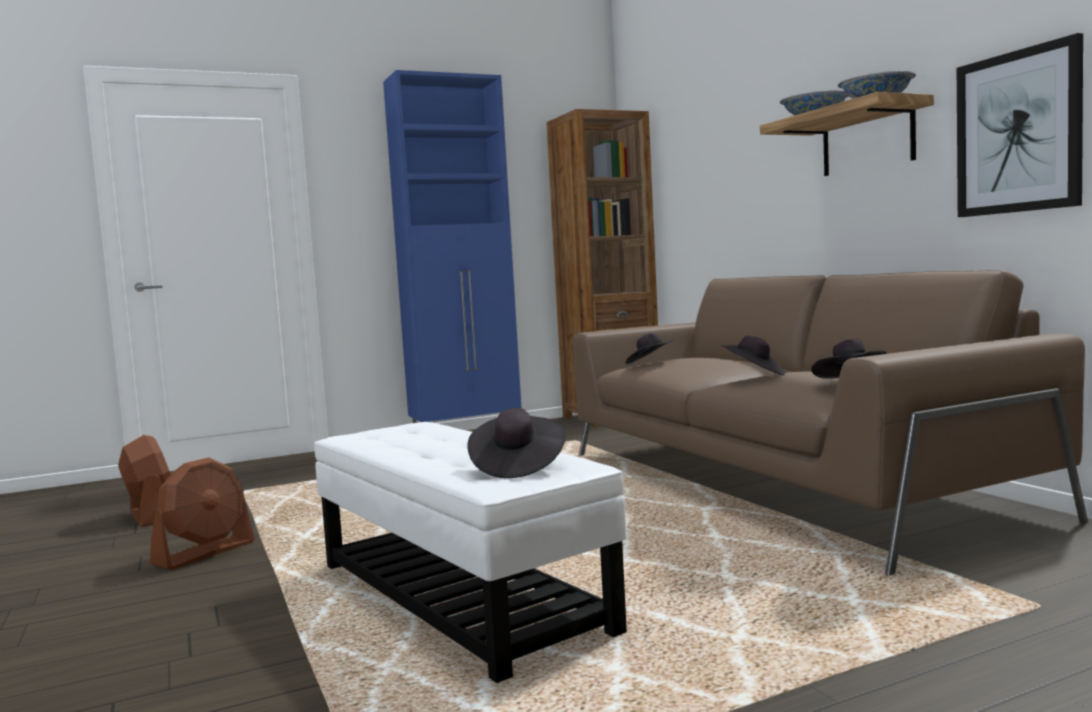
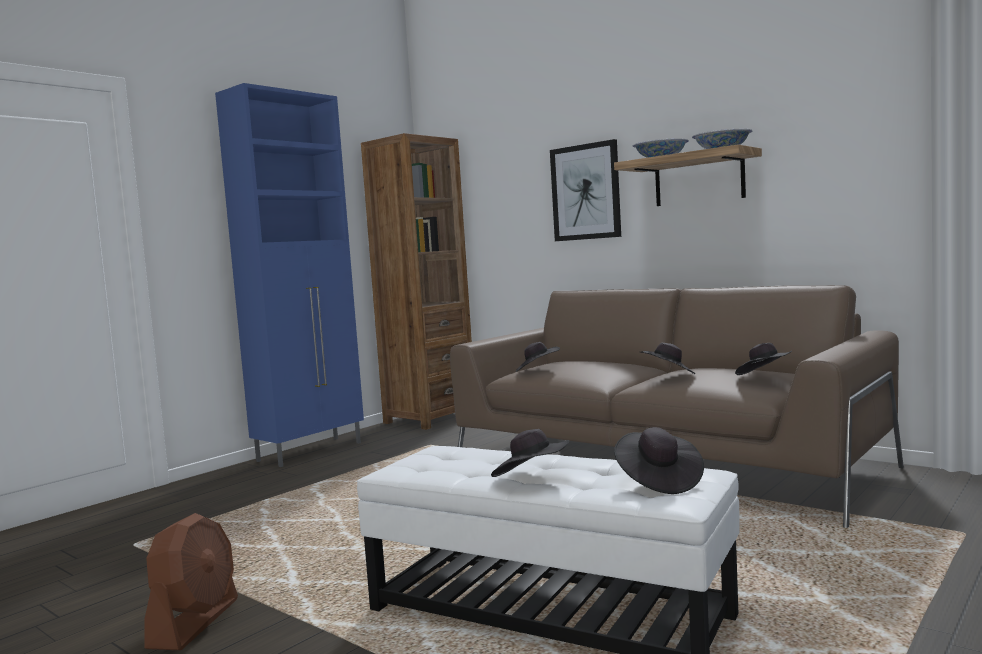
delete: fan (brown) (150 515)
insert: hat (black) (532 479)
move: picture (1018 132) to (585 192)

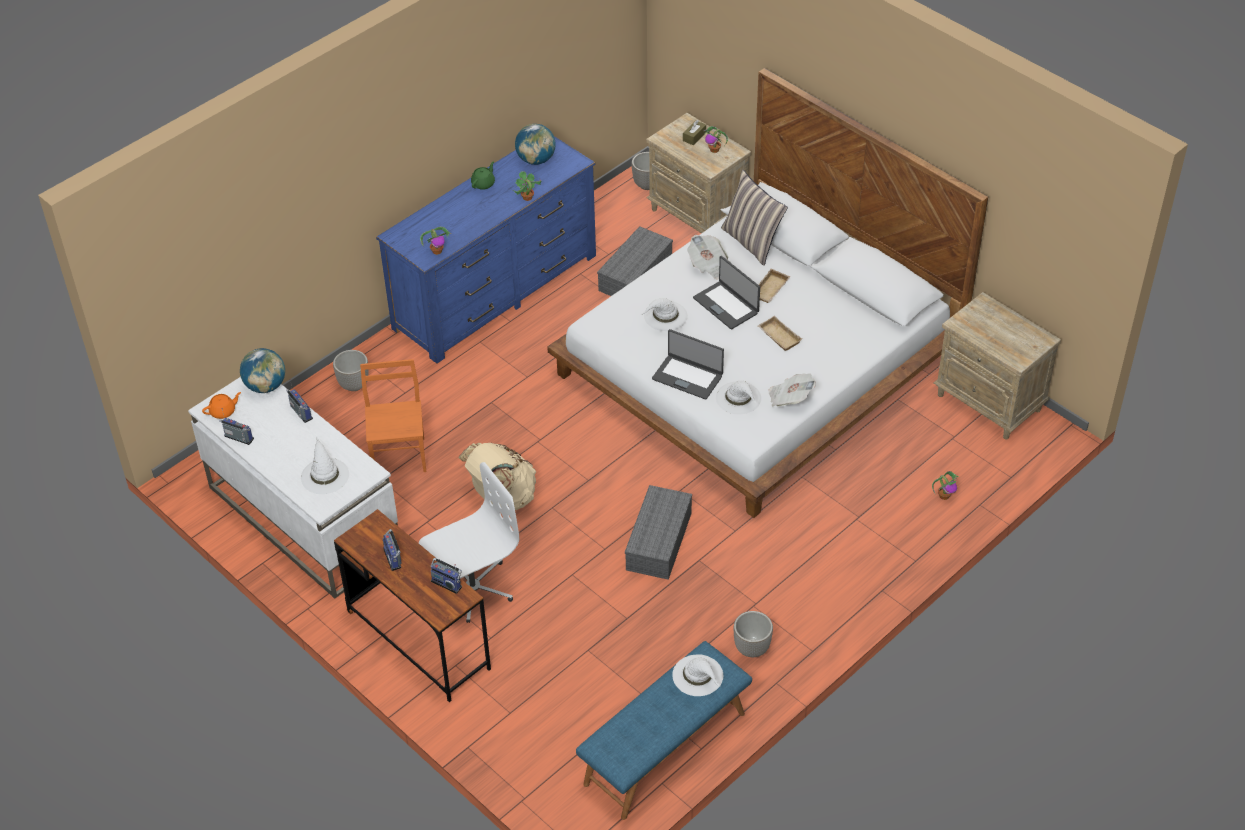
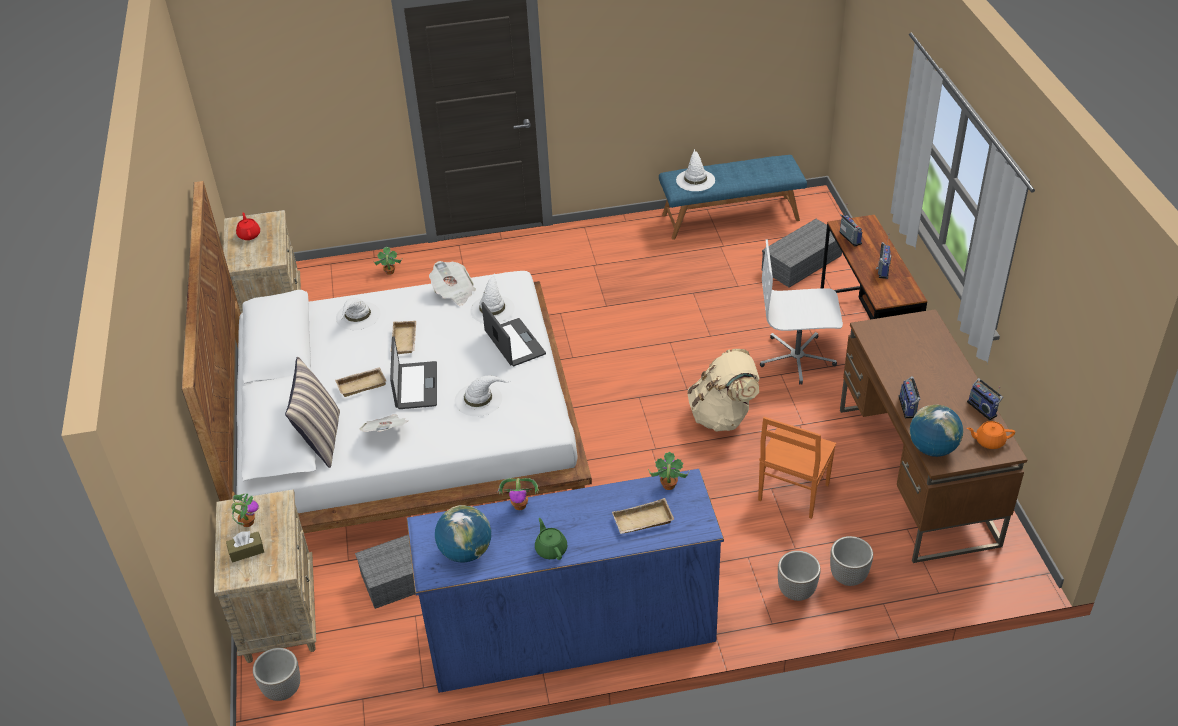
insert: teapot (red) (249 235); tray (beige) (642 522)
move: hat (white) (324 475) to (358 316); storage box (grey) (659 542) to (801 262); planter (752 648) to (848 577)
recolor: desk (white) (303 518) to desk (brown) (916 476)
rotate: teapot (green) (483 183) = (551 549) 90 degrees clockwise

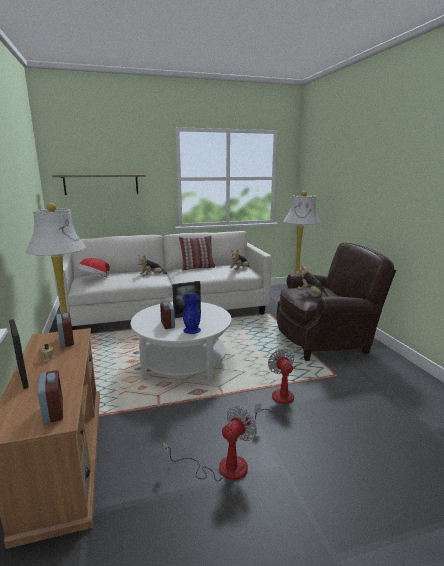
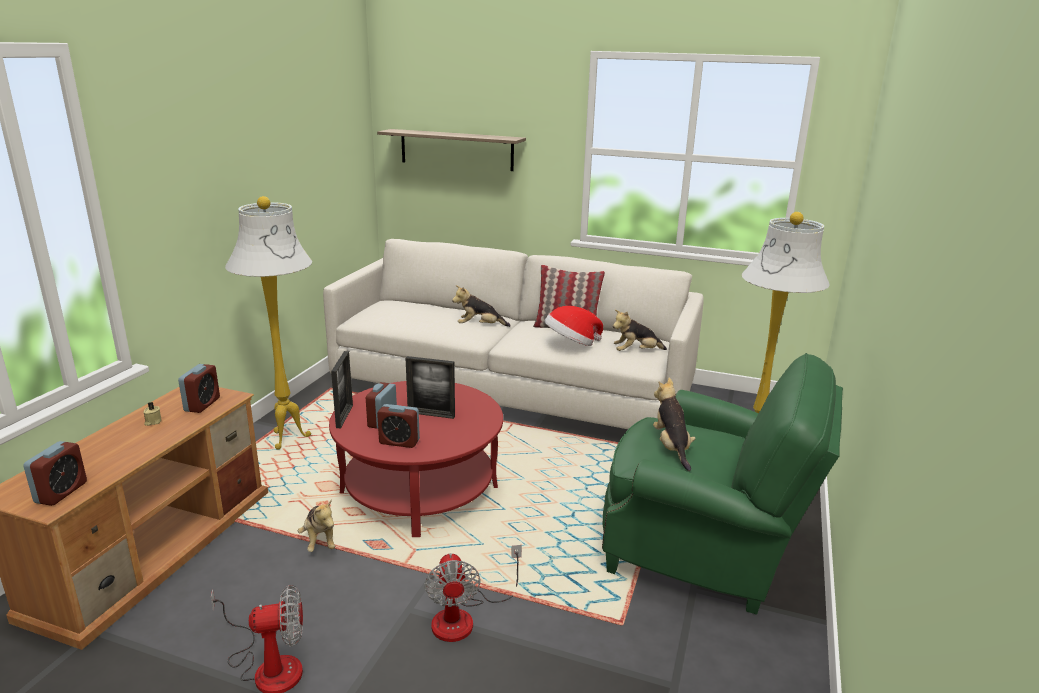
insert: plush toy (320 541)
move: hat (94 279) to (571 344); picture frame (23 377) to (344 416)
replace: vase (blue) (192 330) to alarm clock (399 442)
recolor: armchair (brown) (325 340) to armchair (green) (705 550); coffee table (white) (183 362) to coffee table (red) (420 489)
rotate: fan (278 401) = (464 617) 150 degrees clockwise

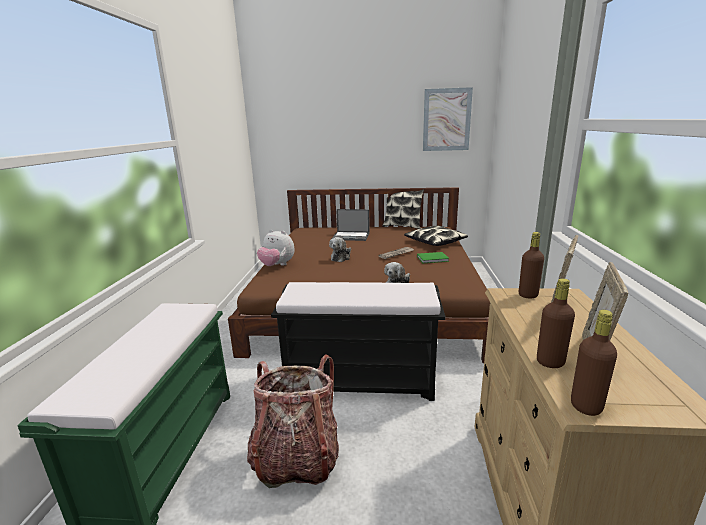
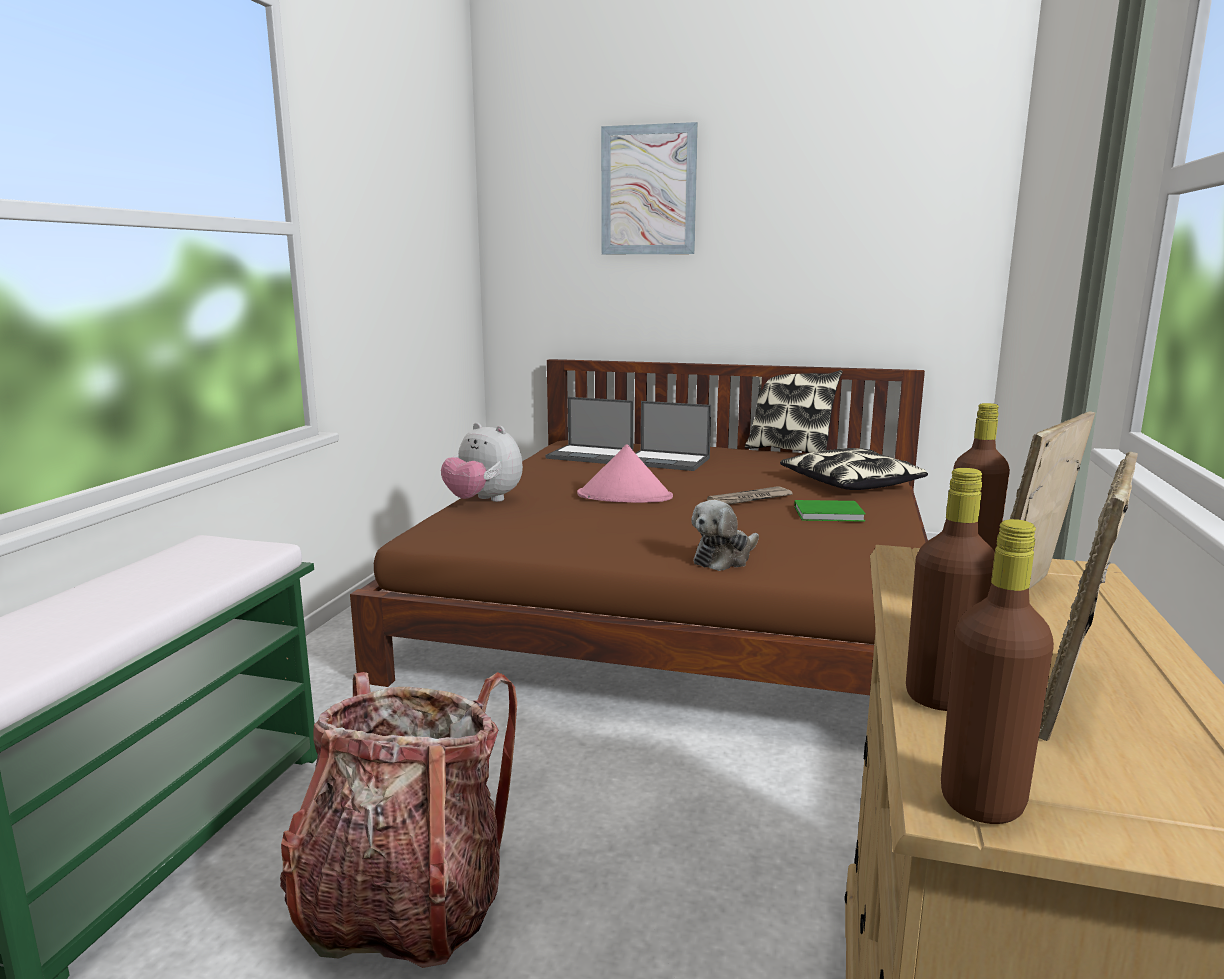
delete: bench (black) (361 381)
insert: laptop (591 455)
move: picture (446 120) to (648 190)
replace: plush toy (341 257) to hat (pink) (625 497)

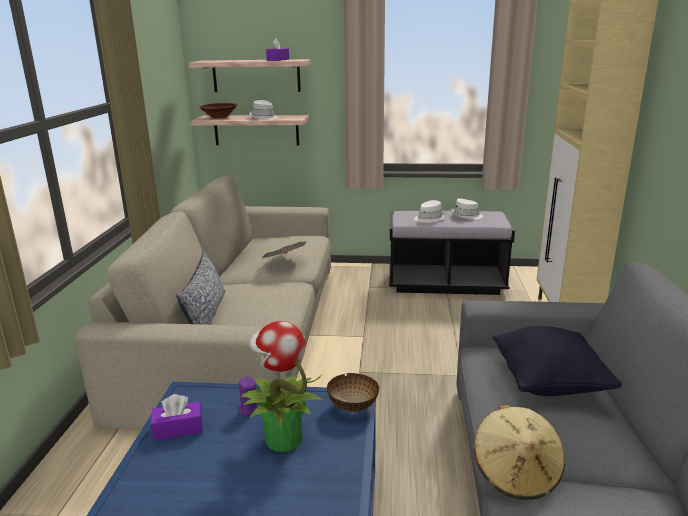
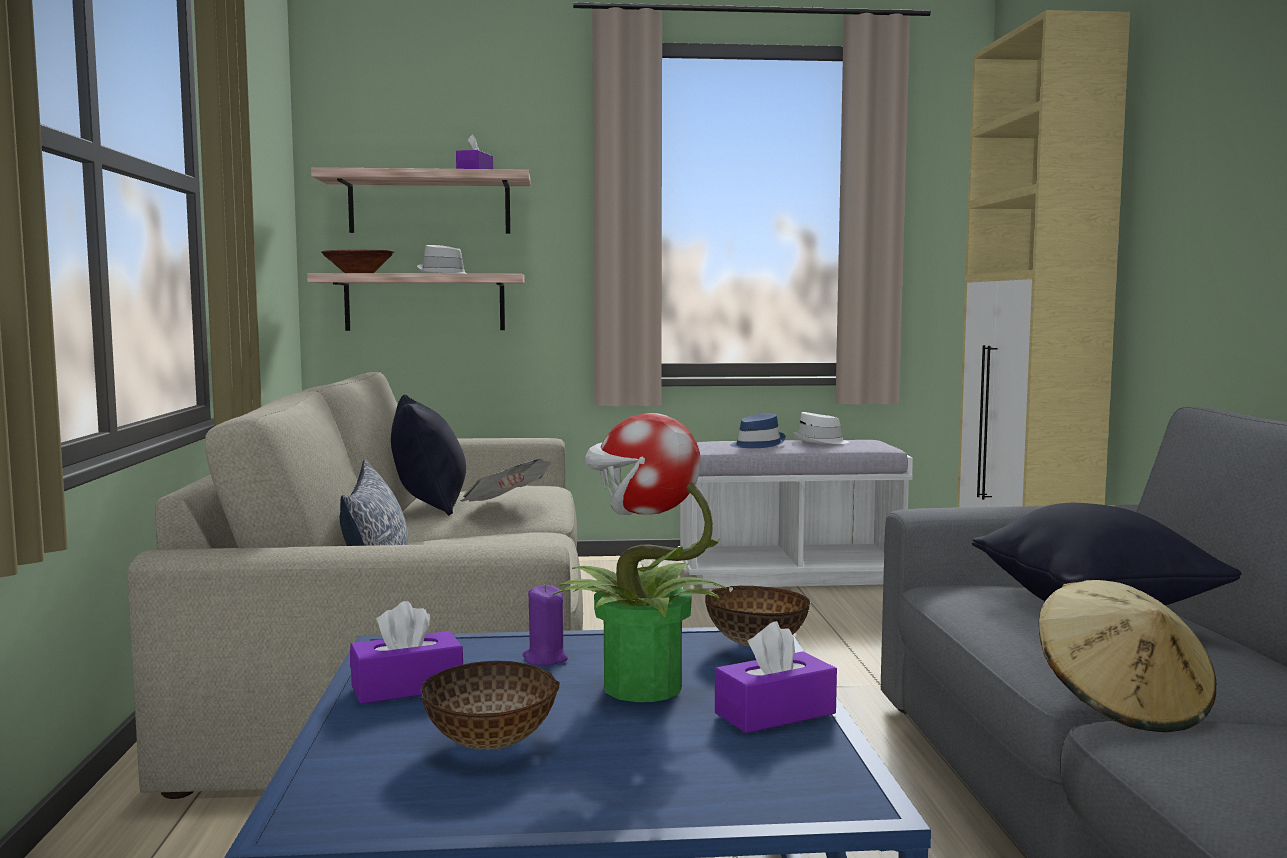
insert: pillow (black) (429 505); tissue box (purple) (775 713); bowl (489 745)
recolor: hat (white) (429 218) to hat (blue) (756 444); bench (black) (446 284) to bench (white) (788 575)

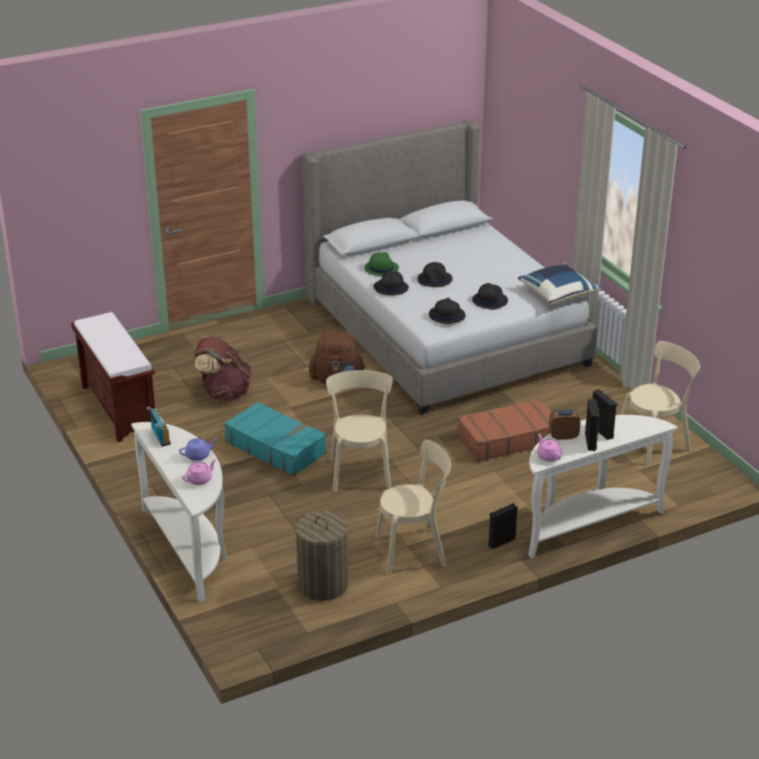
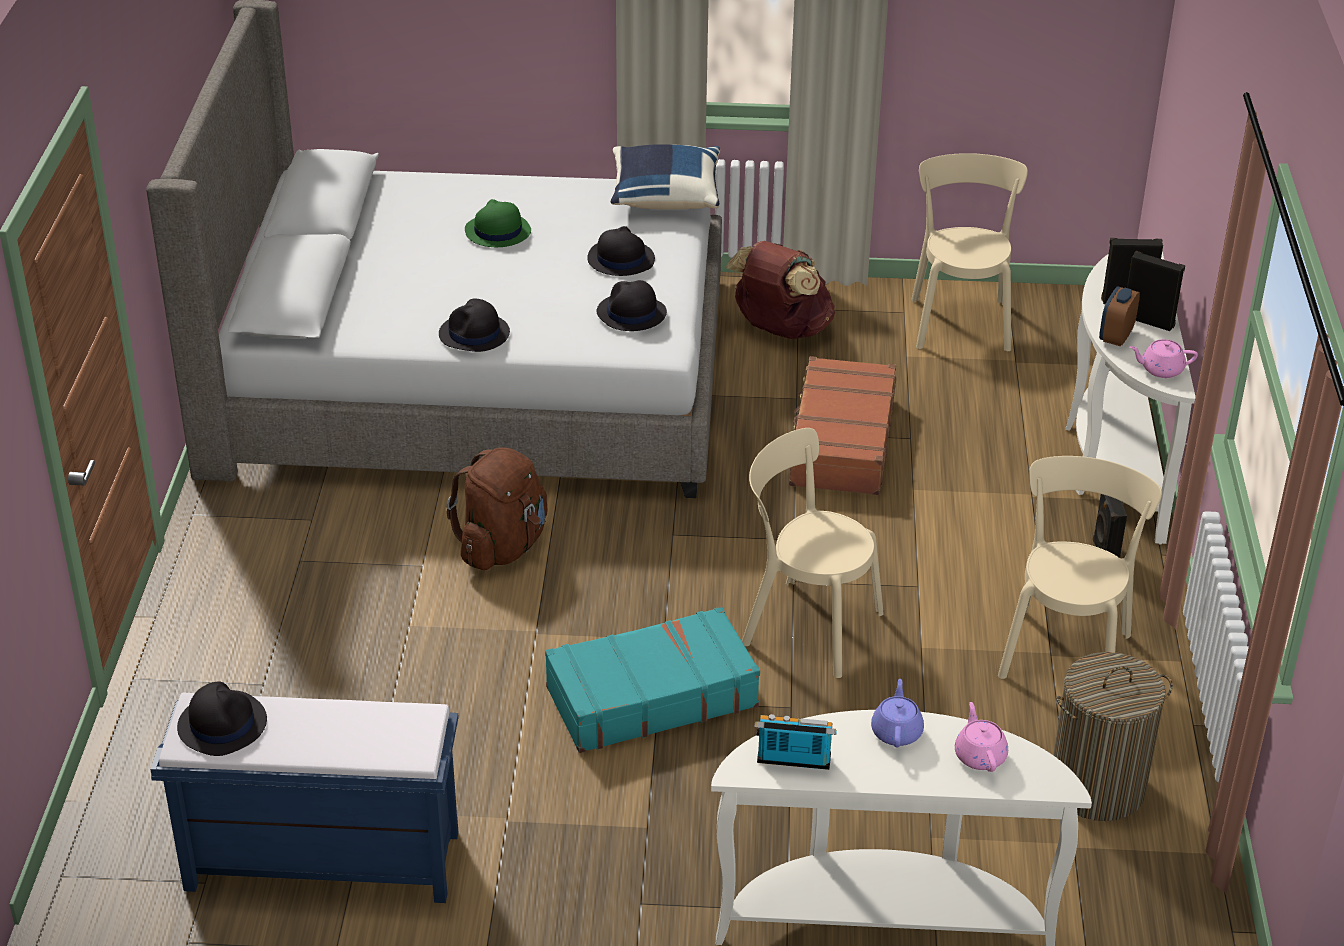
move: hat (green) (381 268) to (497 231); hat (black) (435 279) to (222 724); backpack (brown) (223 393) to (780 330)
recolor: bench (brown) (117 408) to bench (blue) (320 862)

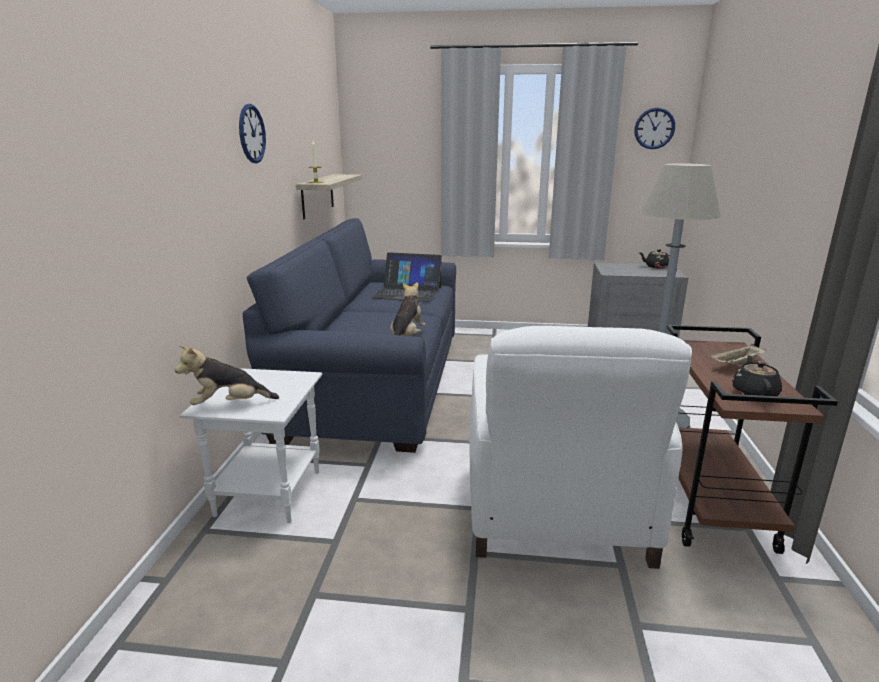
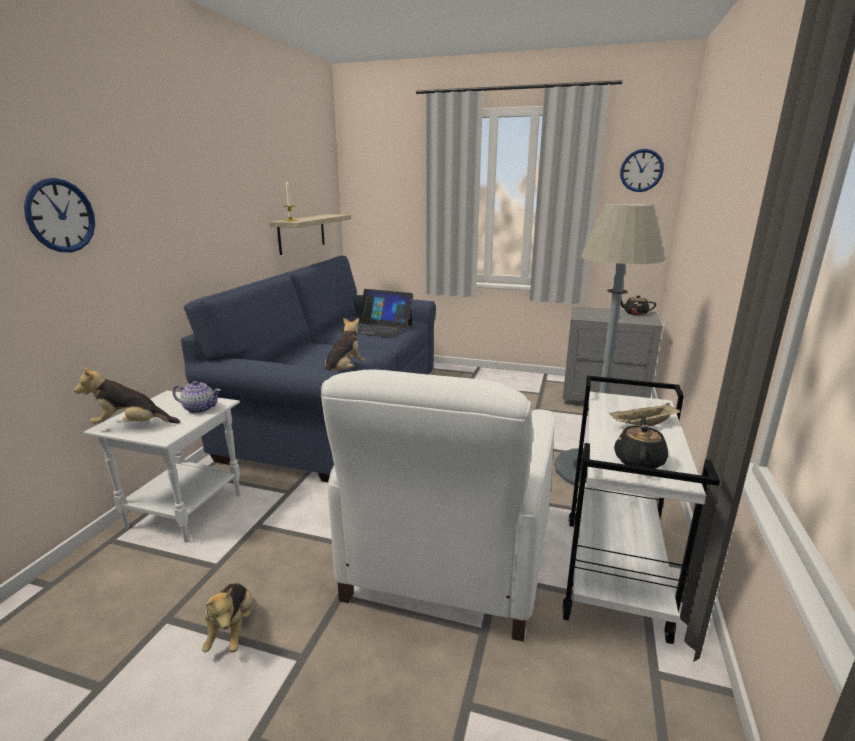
insert: teapot (200 408); plush toy (232 630)
move: wall clock (251 134) to (60 216)
recolor: cart (brown) (710 506) to cart (white) (614 576)

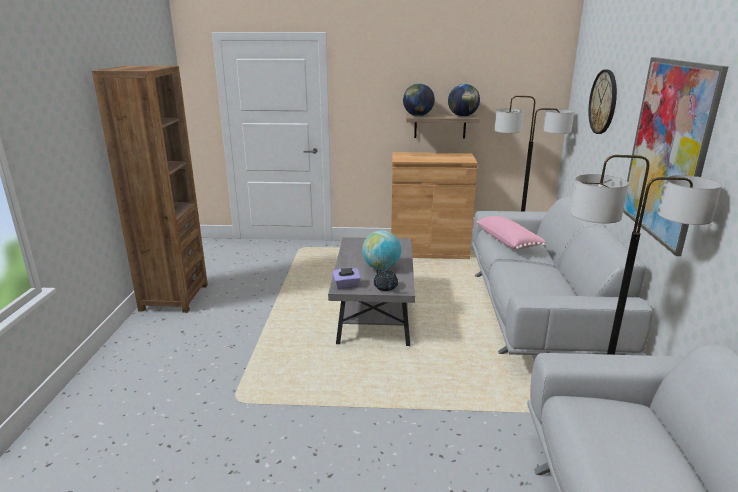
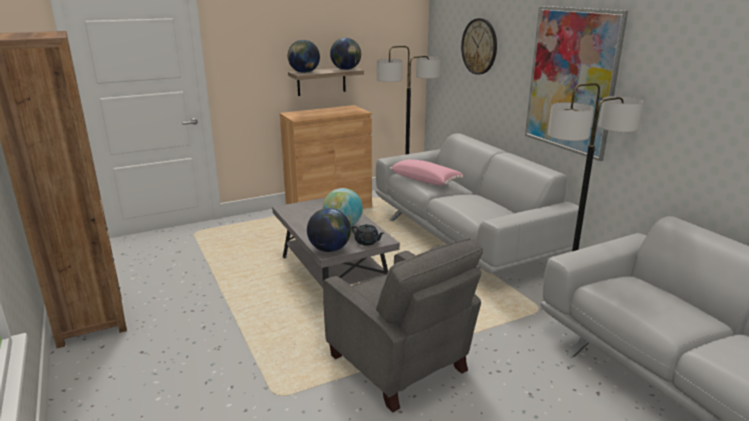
insert: armchair (grey) (400 365)
replace: tissue box (purple) (346 285) to globe (329 249)

